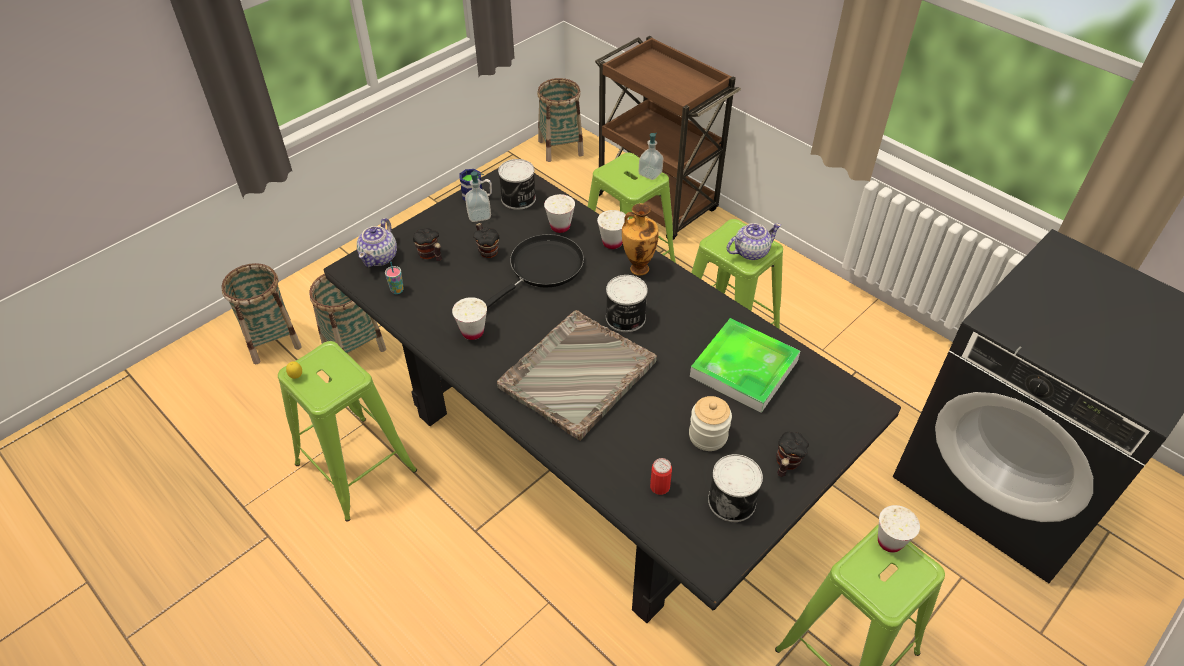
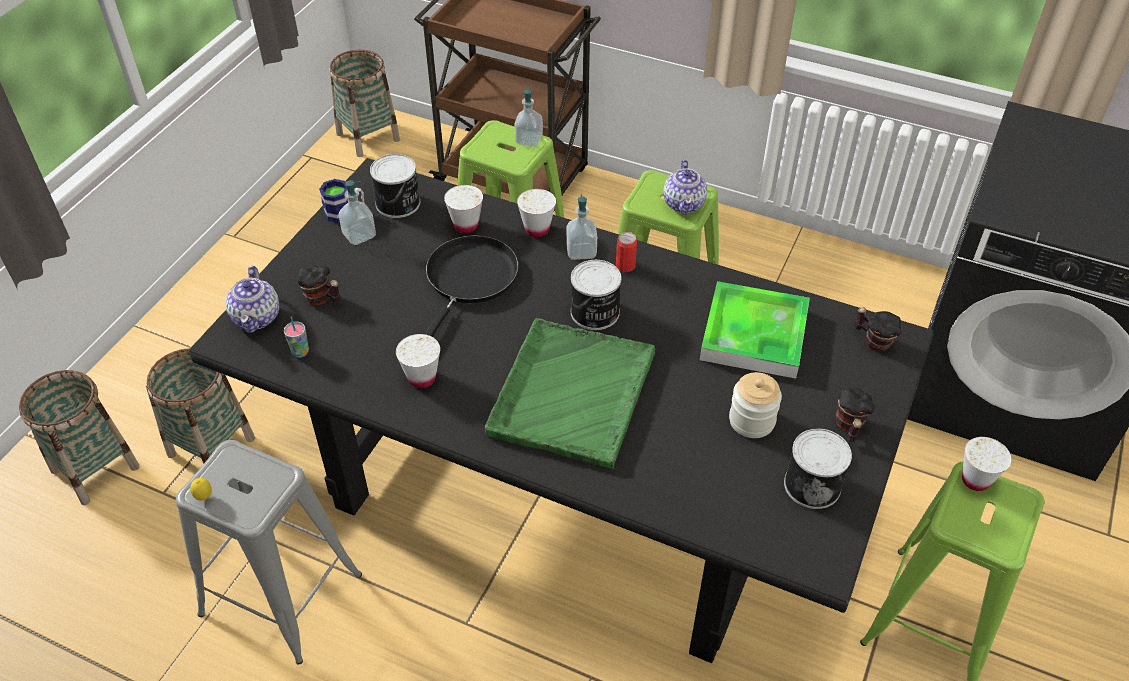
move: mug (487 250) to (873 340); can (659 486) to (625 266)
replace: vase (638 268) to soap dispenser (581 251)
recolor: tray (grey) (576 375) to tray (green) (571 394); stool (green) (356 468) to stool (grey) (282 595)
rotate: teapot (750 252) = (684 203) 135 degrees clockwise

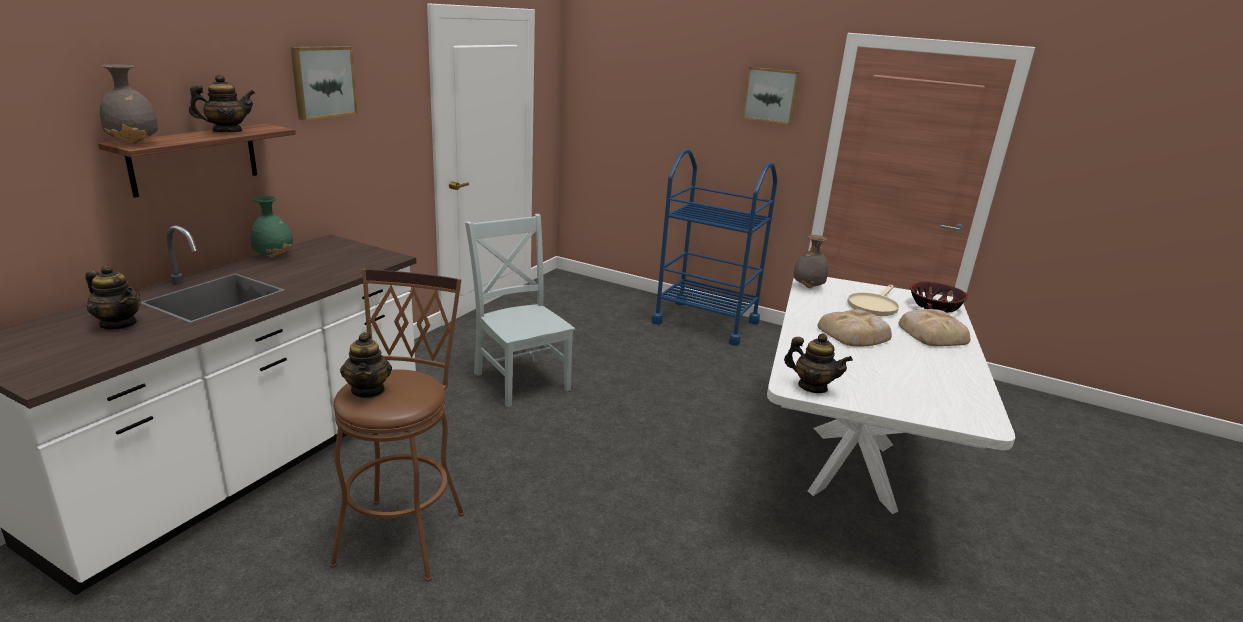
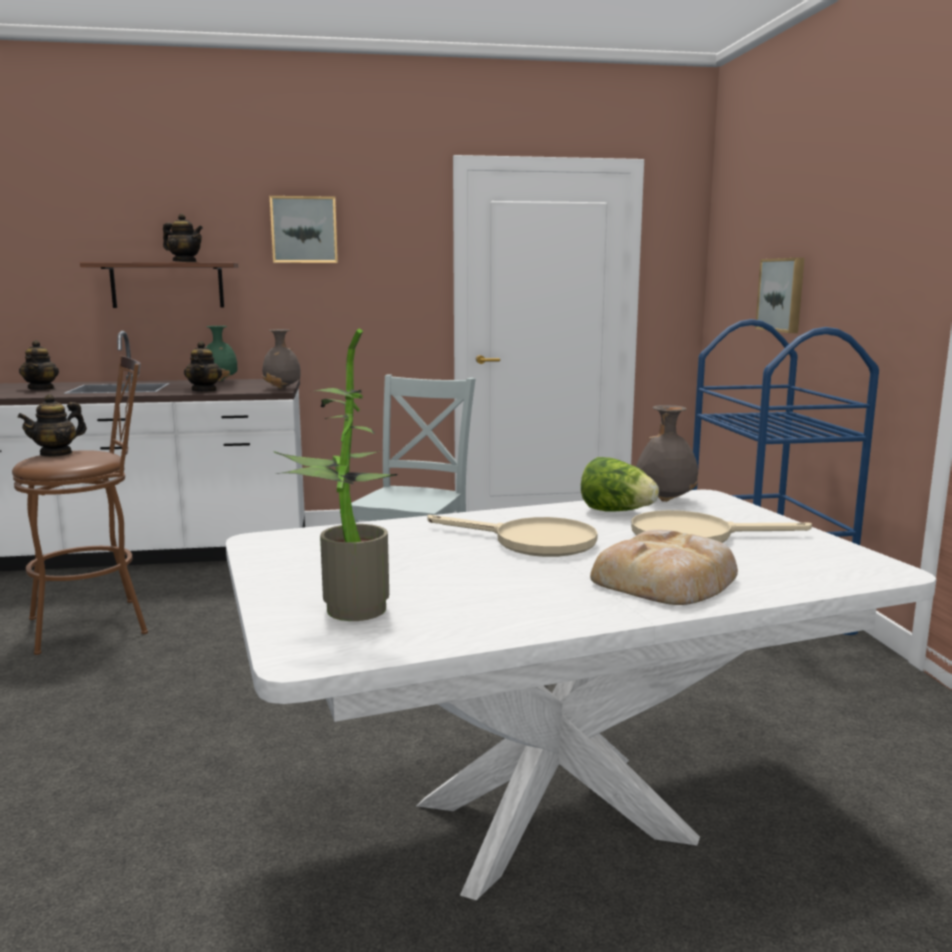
delete: bowl (934 307)
insert: potted plant (346 610); lettuce (616 511)
move: vase (grey) (135 143) to (282 388); picture (771 95) to (782 295); teapot (812 387) to (204 390)
replace: bread (855 334) to frying pan (beige) (531 542)

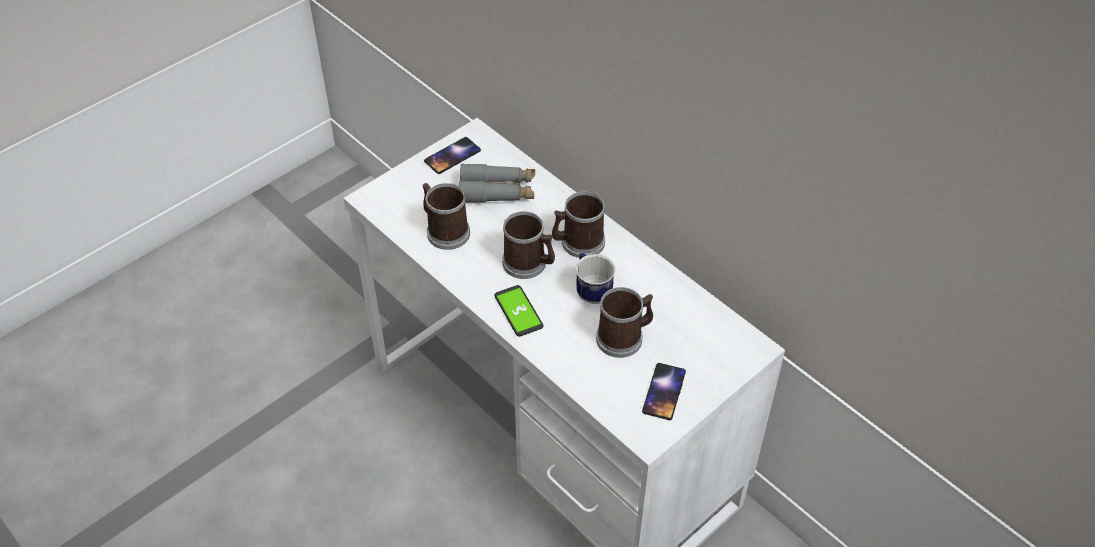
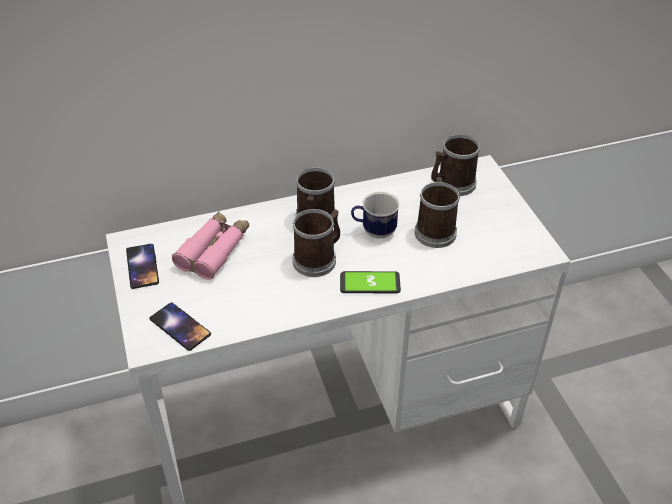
move: mug (444 231) to (452 184); phone (664 391) to (180 326)
recolor: binoculars (grey) (497 191) to binoculars (pink) (214 250)

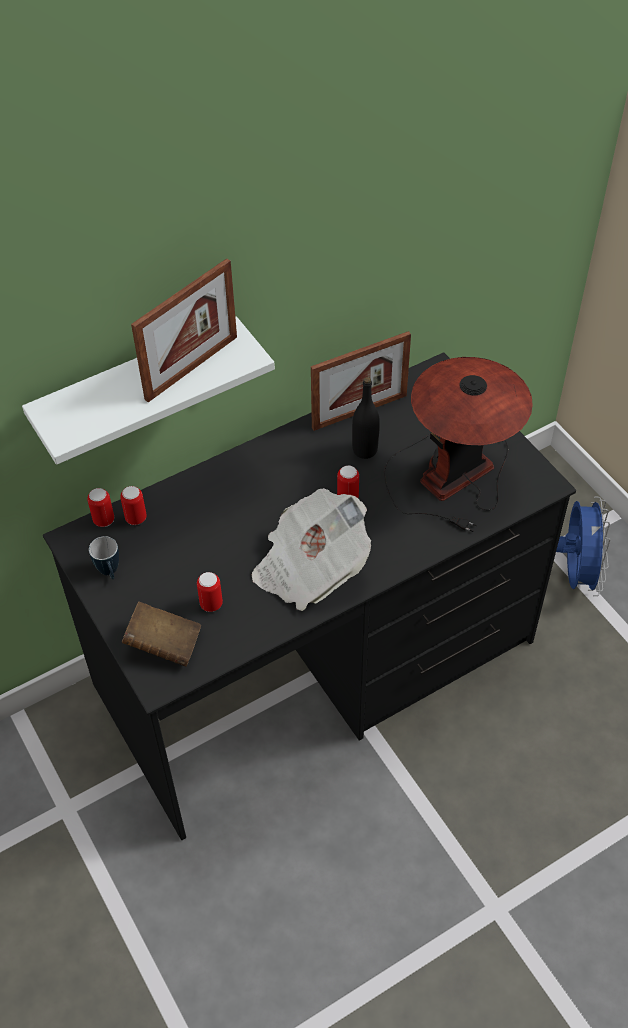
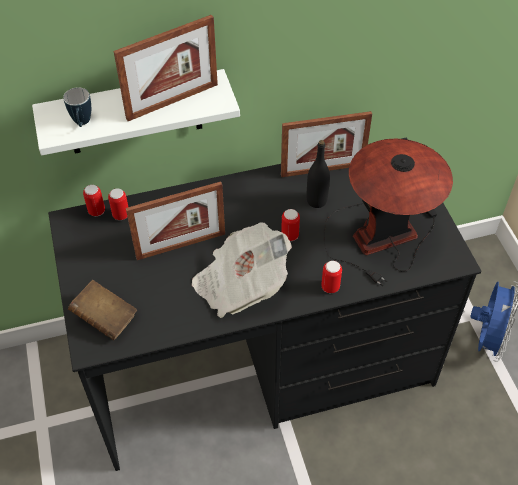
insert: picture frame (181 245)
move: mug (110 573) to (82 124); can (211 604) to (330 287)

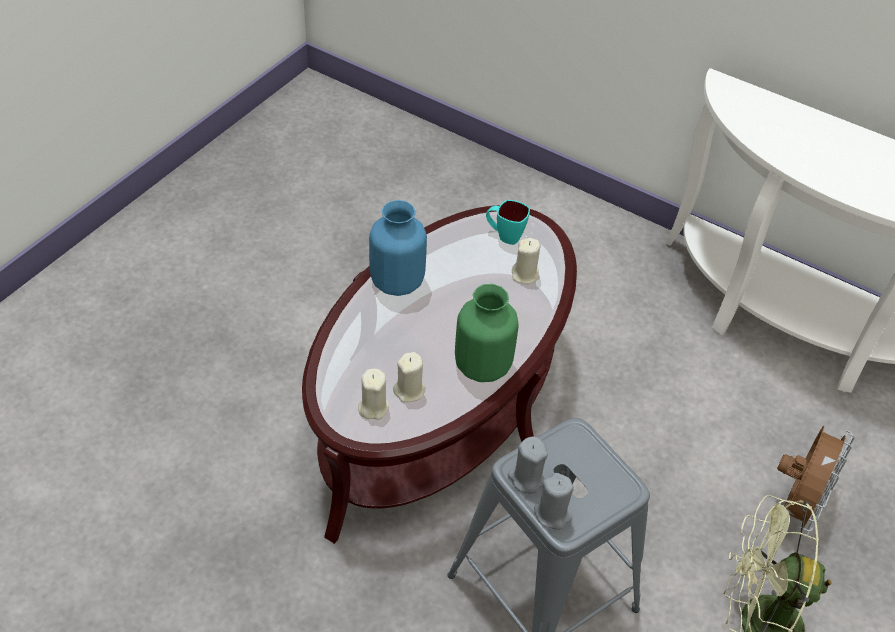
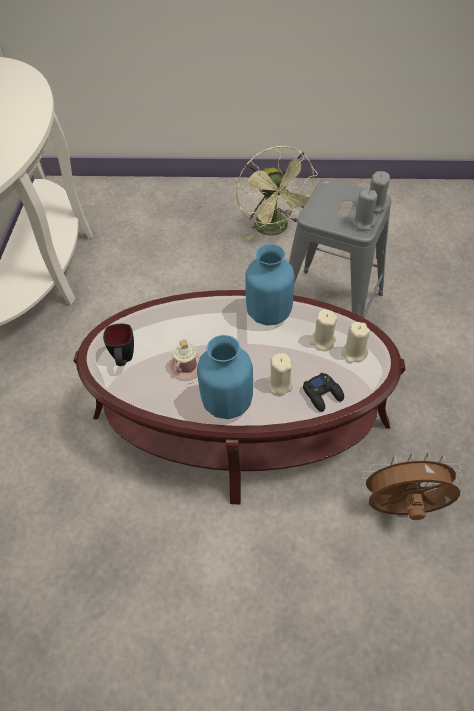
insert: mug (pink) (187 366); game controller (black) (323 394)
move: candle (beige) (525 275) to (279 384); fan (brown) (795 506) to (401 508)
recolor: mug (turquoise) (504 236) to mug (black) (124 360); vase (green) (482 365) to vase (blue) (268 313)

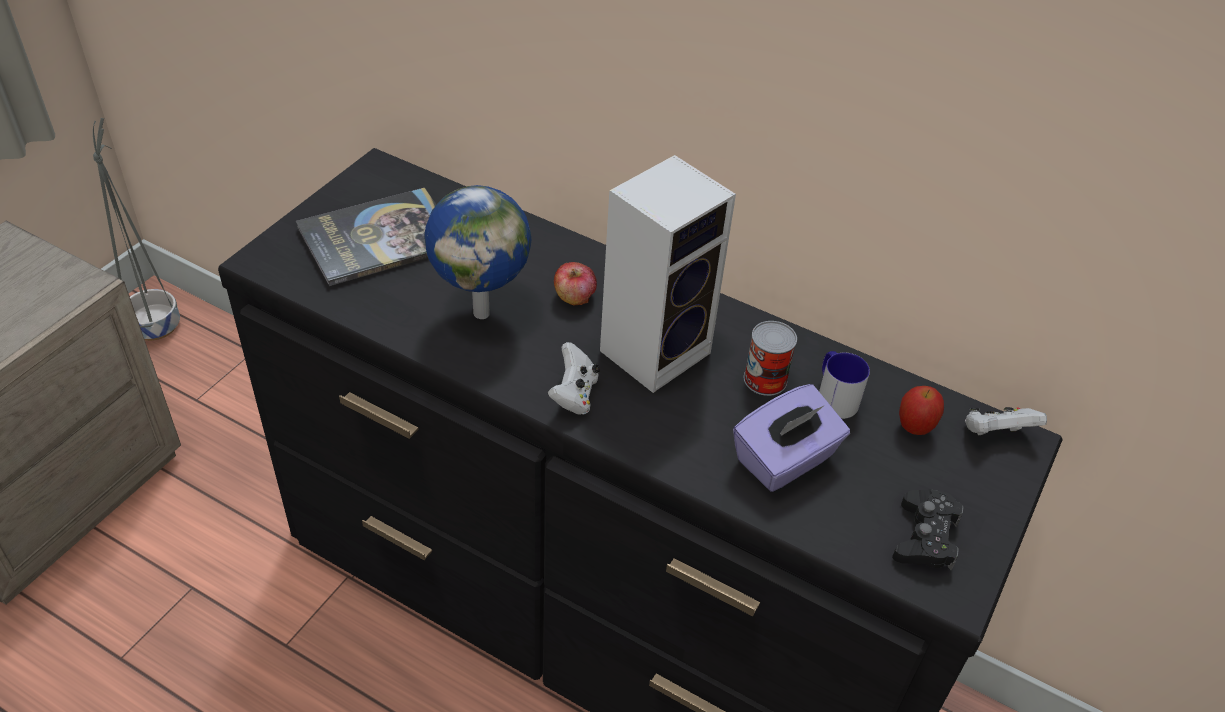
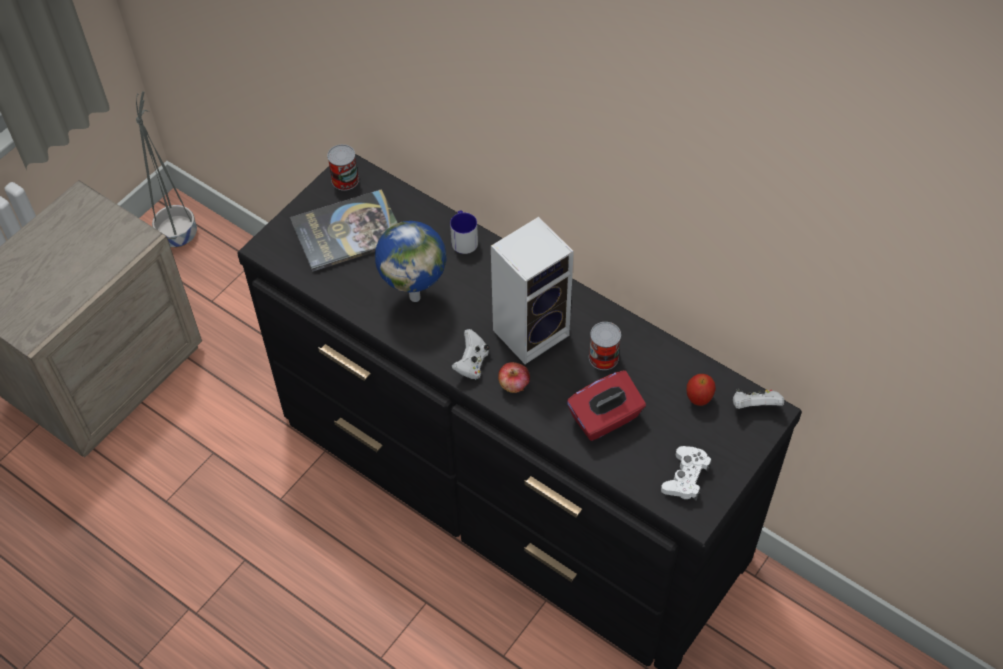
insert: can (345 180)
move: apple (574 297) to (514 385); mug (834 396) to (463 239)
recolor: tissue box (purple) (785 460) to tissue box (red) (605 418); game controller (black) (925 537) to game controller (white) (685 477)

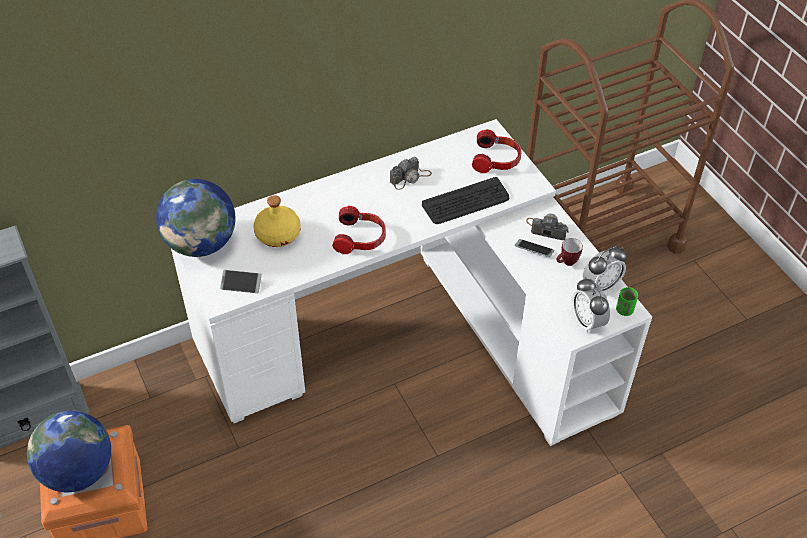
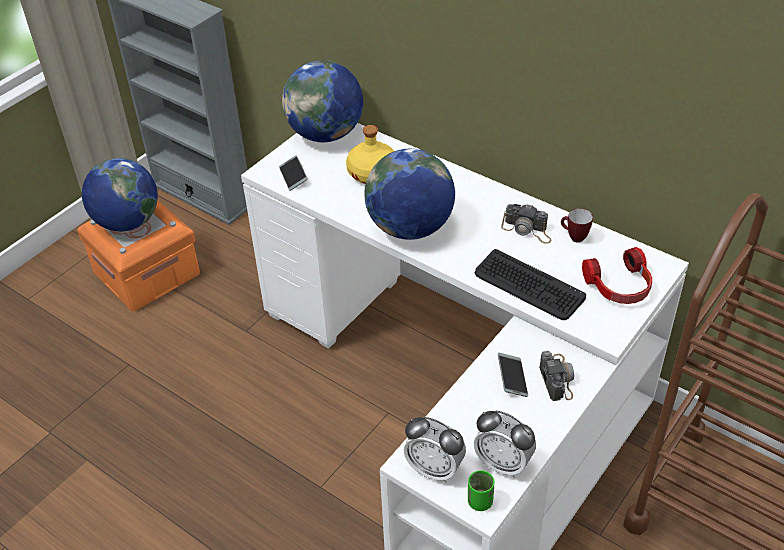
move: mug (566 263) to (573 237)
replace: headphones (360 238) to globe (410 228)
rotate: alarm clock (587 322) = (434 469) 105 degrees counterclockwise

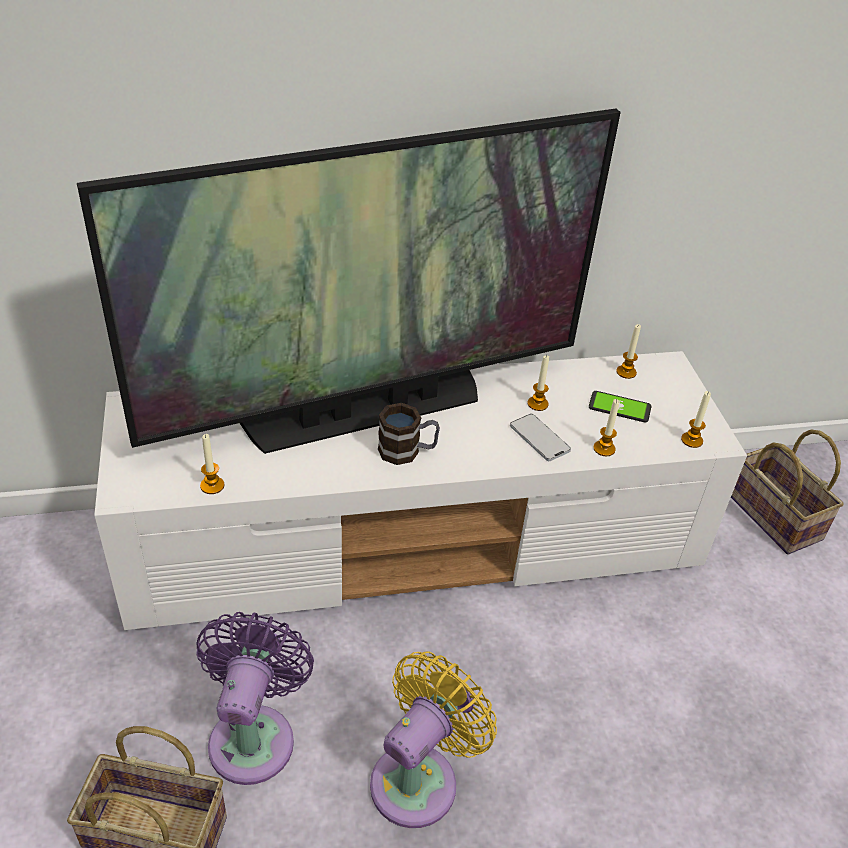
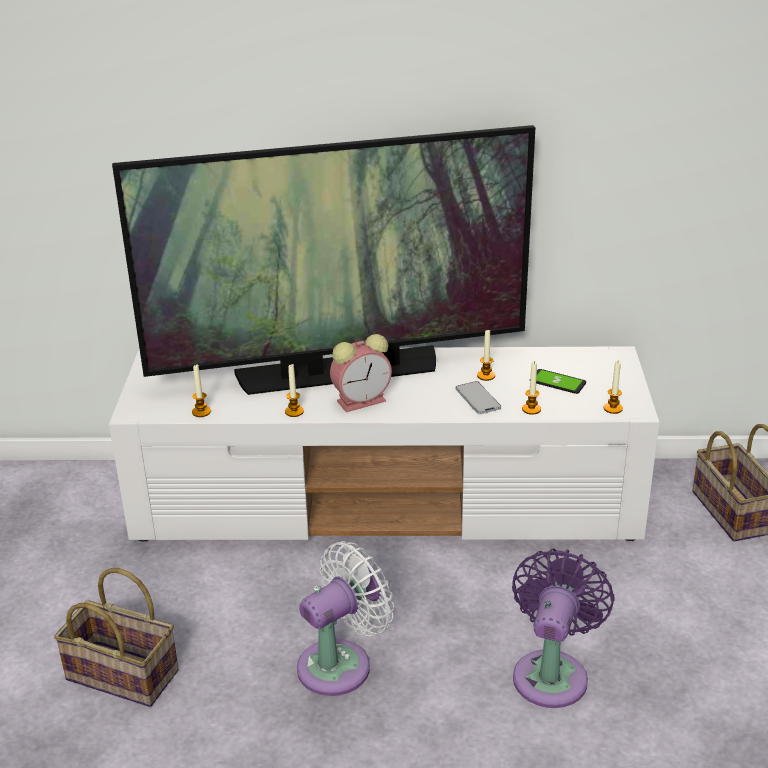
move: candle (626 372) to (294 412); fan (purple) (254 735) to (552 673)
replace: mug (407 451) to alarm clock (363 400)
recolor: fan (yellow) (420 778) to fan (white) (341 664)

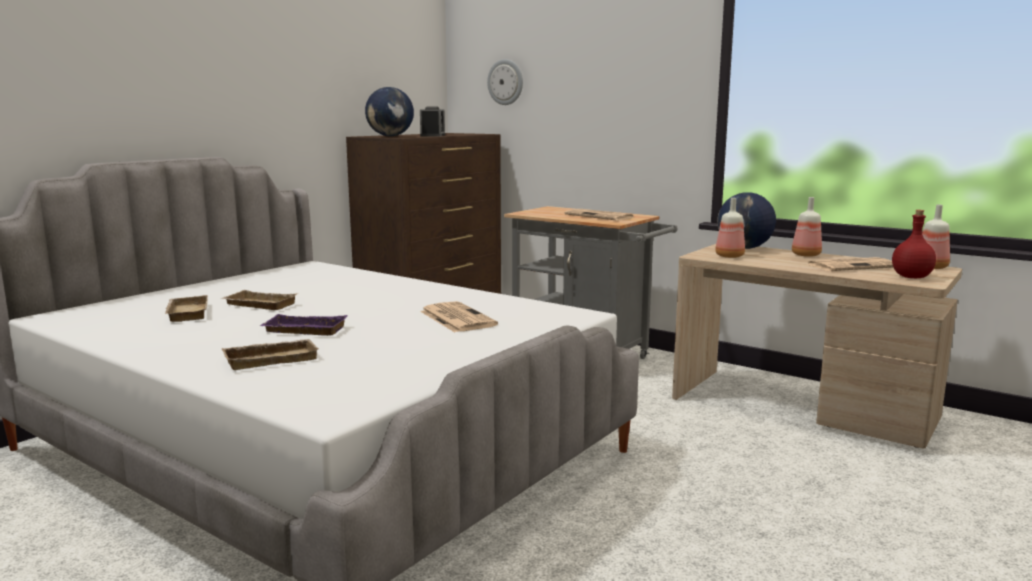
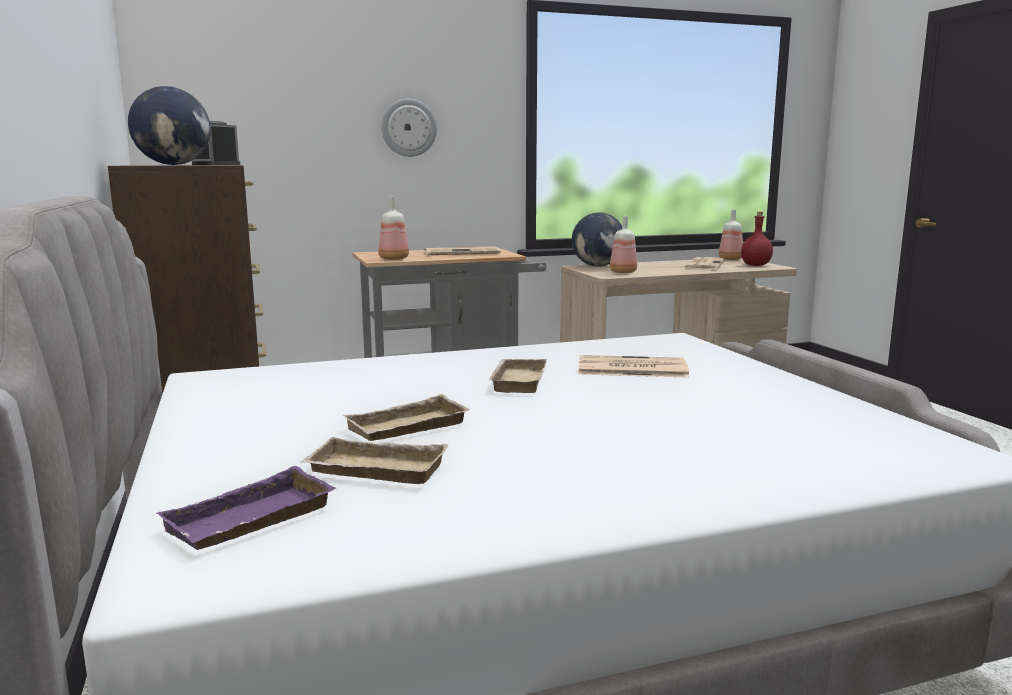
move: wall clock (505 82) to (408 128); bottle (805 255) to (393 259); tray (purple) (303 331) to (251 521); tray (beige) (272 359) to (516 381)

